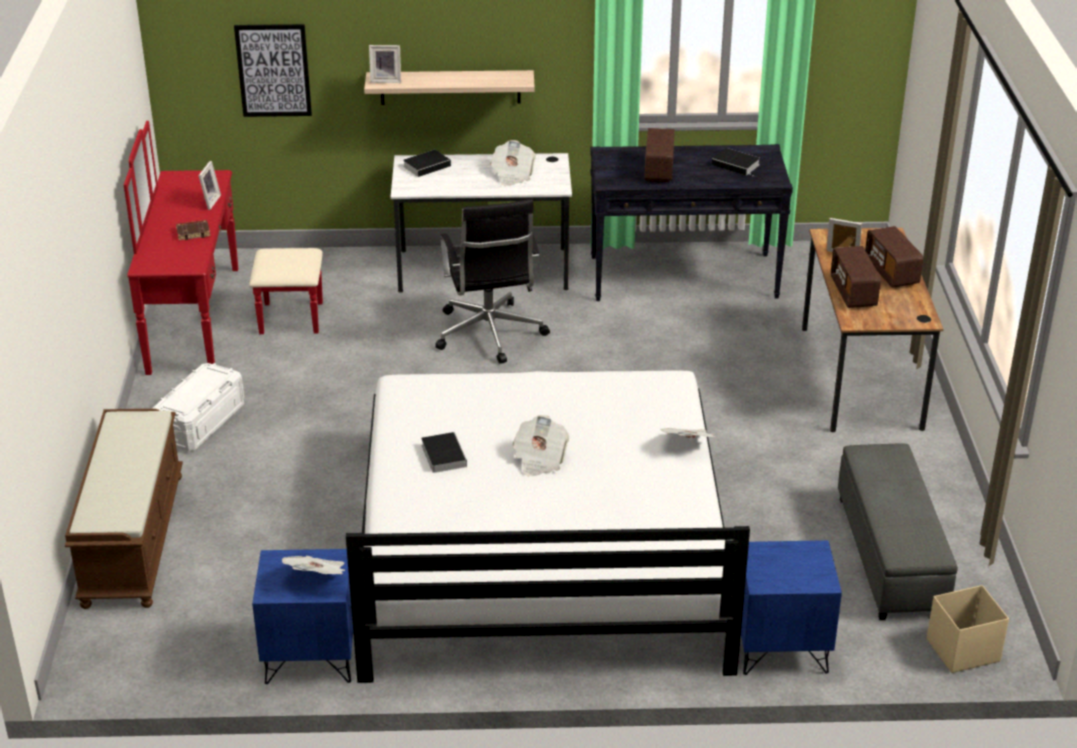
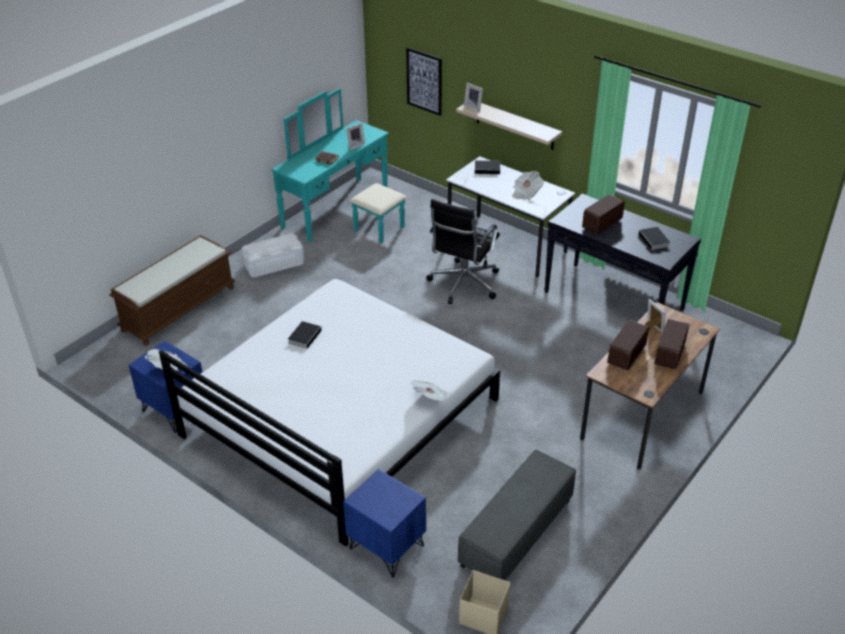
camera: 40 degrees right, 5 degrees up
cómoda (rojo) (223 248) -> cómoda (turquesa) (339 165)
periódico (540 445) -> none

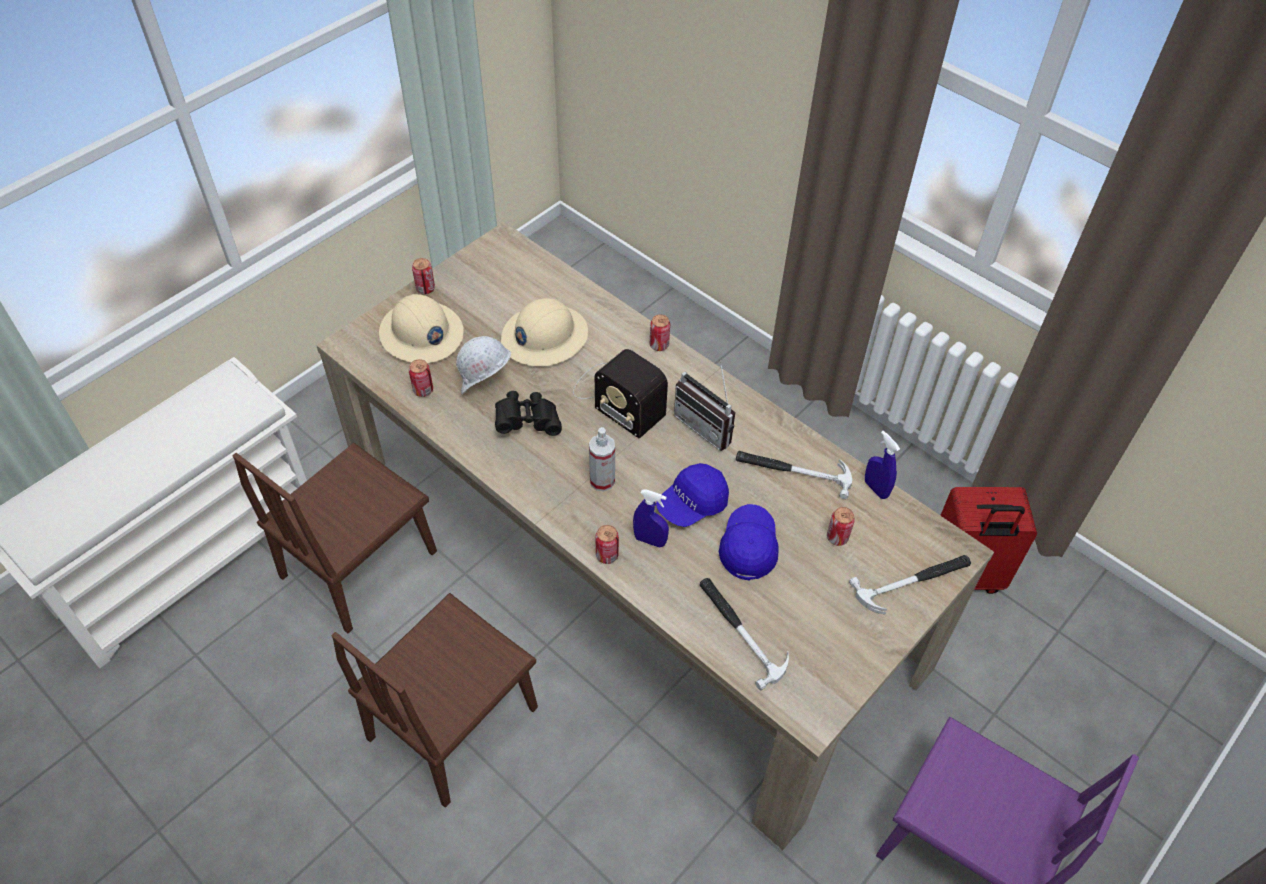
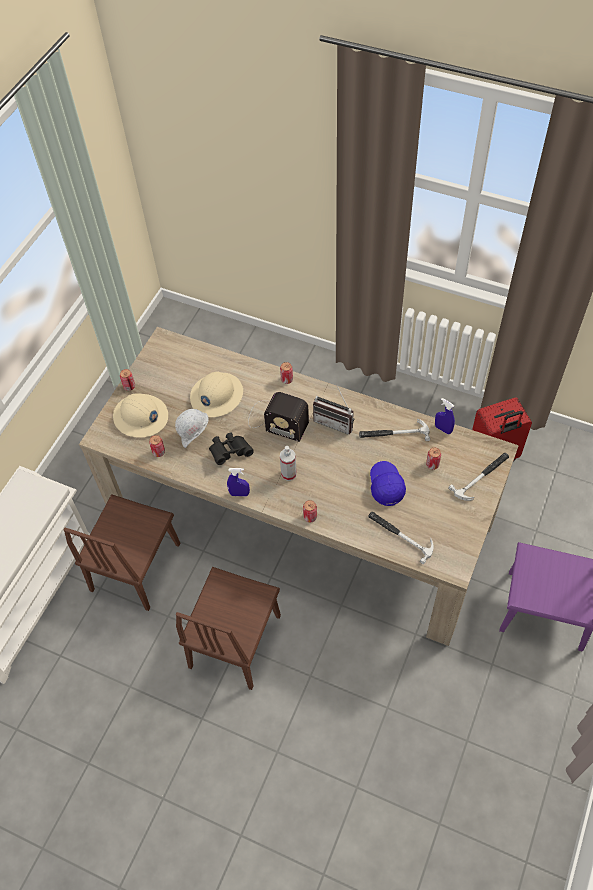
camera: 15 degrees left, 5 degrees up
gorra (azul) (692 495) -> none
pulverizador (azul) (651 518) -> pulverizador (azul) (238 482), relocated

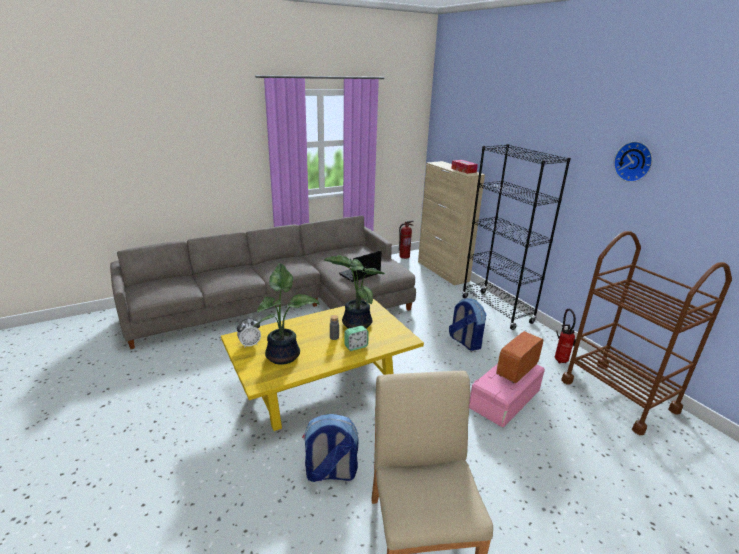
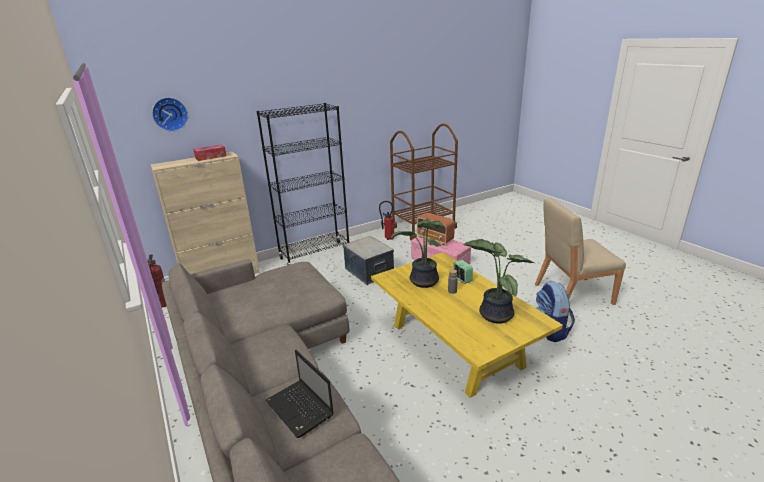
camera: 90 degrees left, 0 degrees up
reloj de pared (633 161) -> reloj de pared (170 114), relocated
portátil (360 266) -> portátil (300 394), relocated
mochila (467 324) -> caja de almacenaje (368 260)
despertador (249 333) -> none

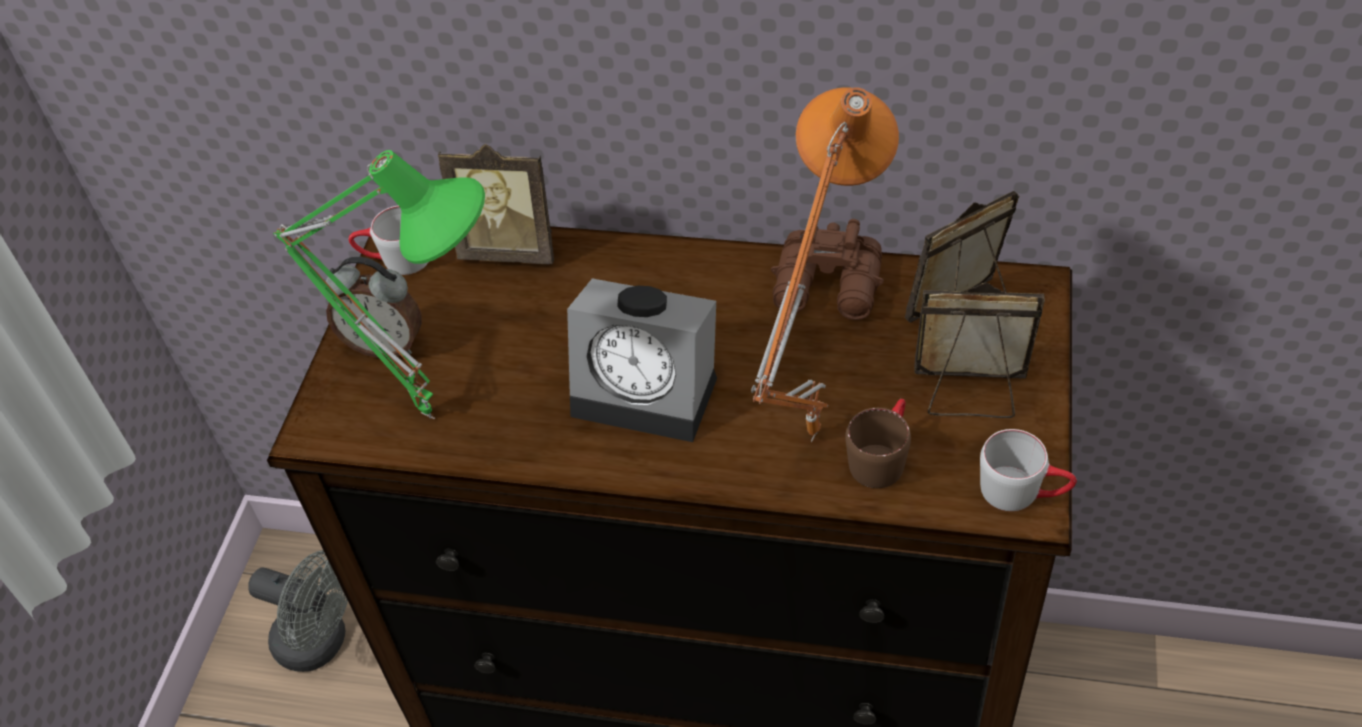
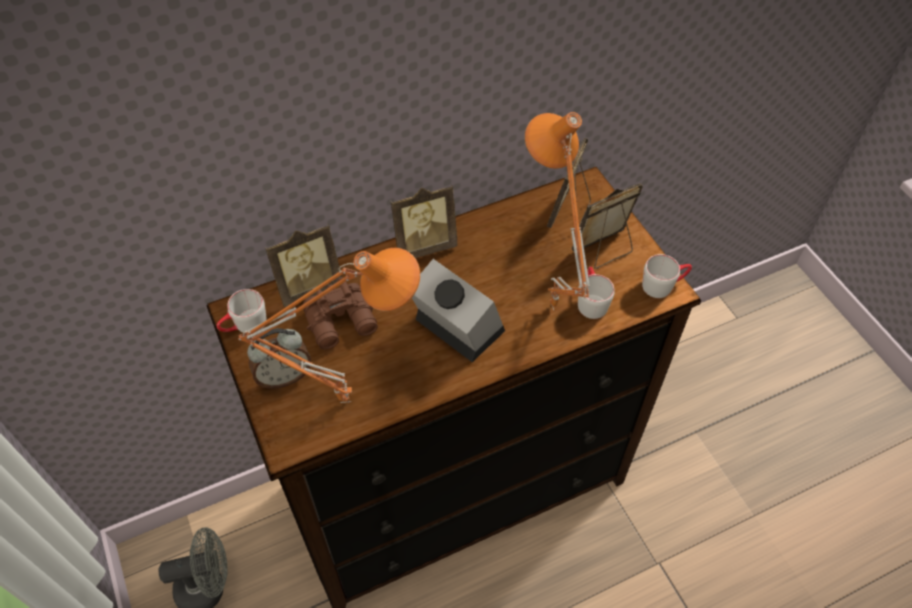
camera: 40 degrees left, 5 degrees up
lámpara de mesa (verde) (379 284) -> lámpara de mesa (naranja) (329 325)
prismáticos (marrón) (827 269) -> prismáticos (marrón) (340 313), relocated
despertador (642 360) -> despertador (458 310), 120 degrees counterclockwise
taza grande (marrón) (878 443) -> taza grande (gris) (596 293)
none -> portarretratos (424 221)

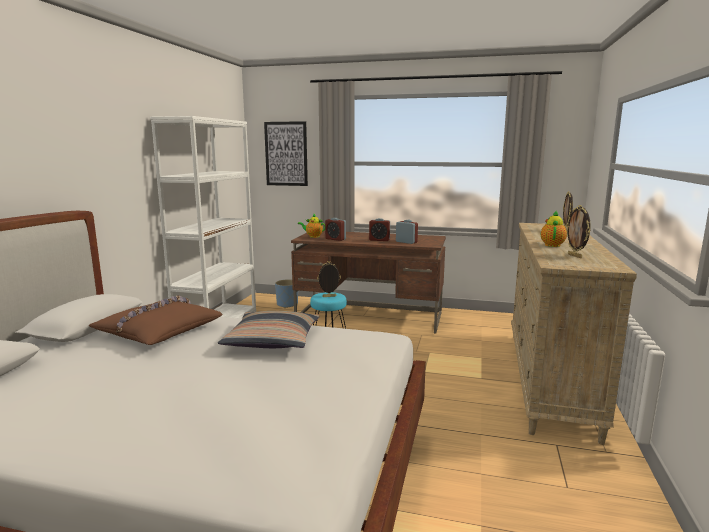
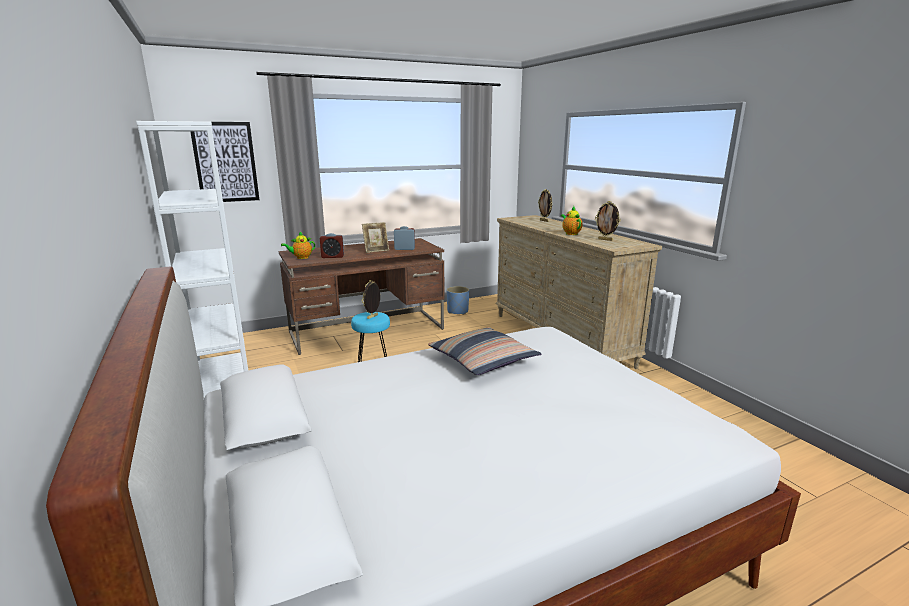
camera: 40 degrees left, 5 degrees up
despertador (379 229) -> portarretratos (375 237)
maceta (azul) (286 293) -> maceta (azul) (457 300), relocated
cojín (marrón) (155 320) -> none

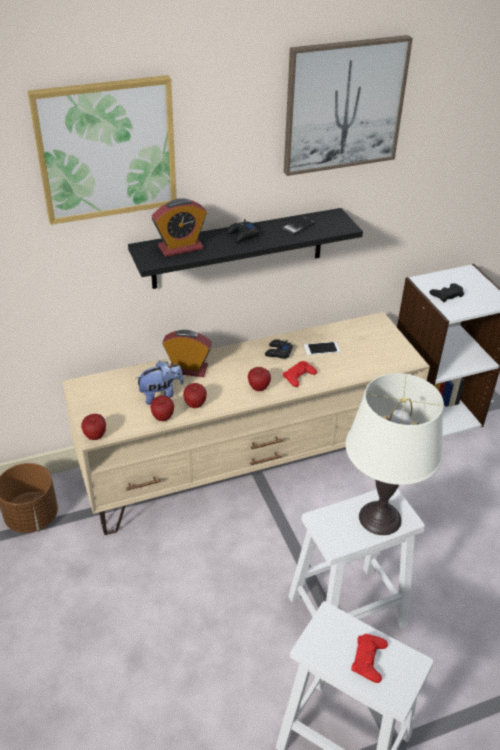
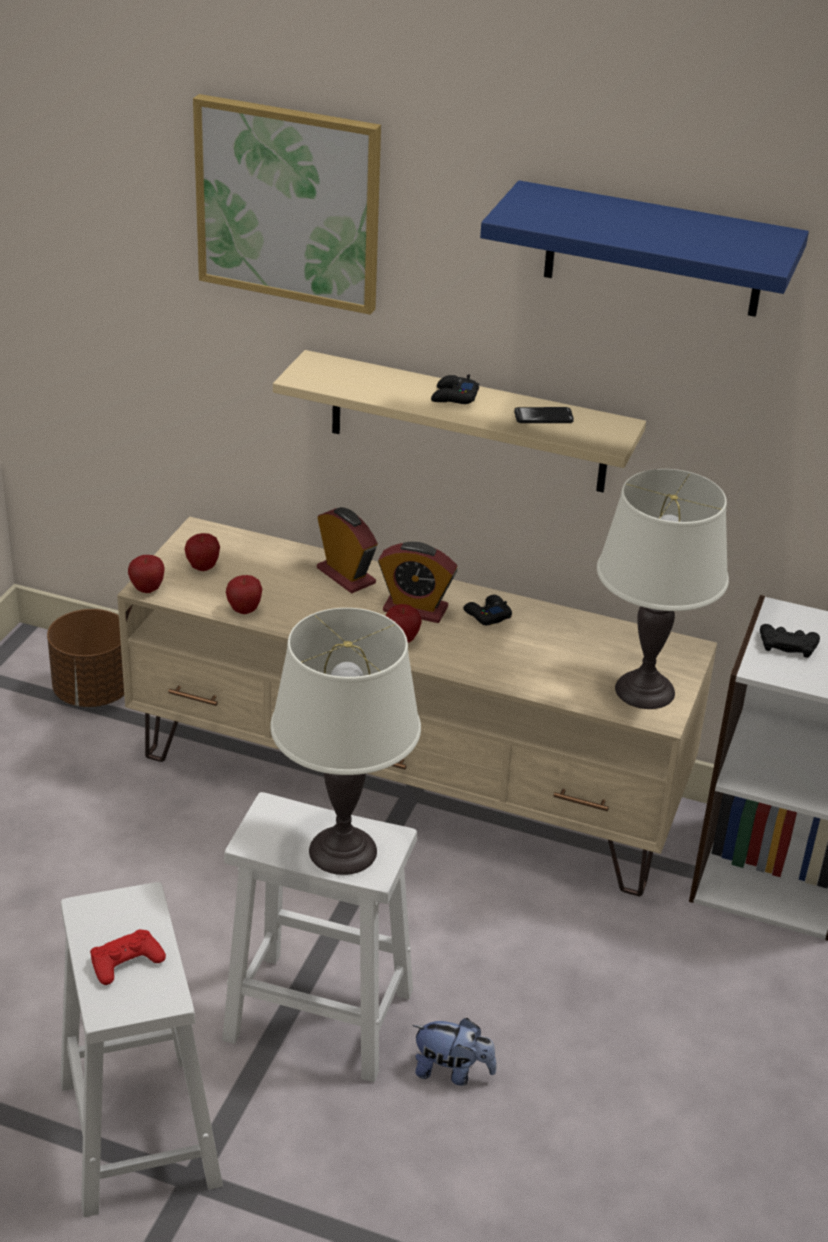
camera: 40 degrees right, 5 degrees down
cuadro (348 105) -> estante (azul) (644 248)
despertador (179 227) -> despertador (417 582), relocated
estante (negro) (245 248) -> estante (beis) (459 421)
móvil (322 348) -> none
peluche (159 382) -> peluche (454 1052), relocated
mando de consola (rojo) (299 374) -> none
manzana (195 395) -> manzana (202 552), relocated
none -> lámpara de mesa (blanco) (663 589)

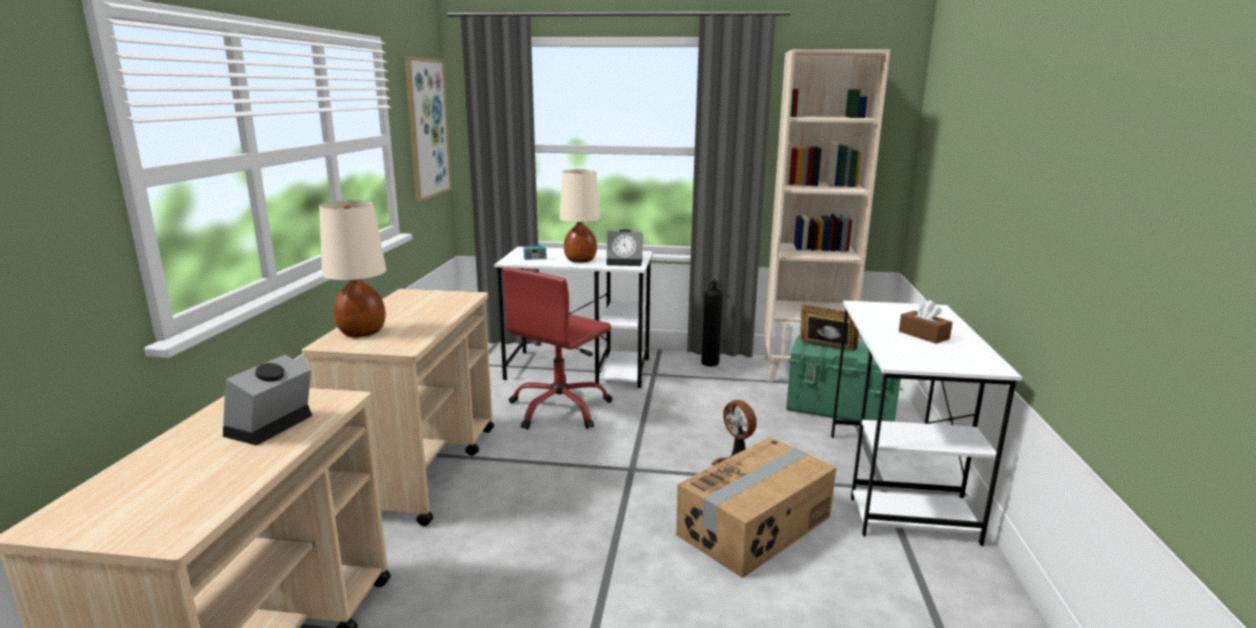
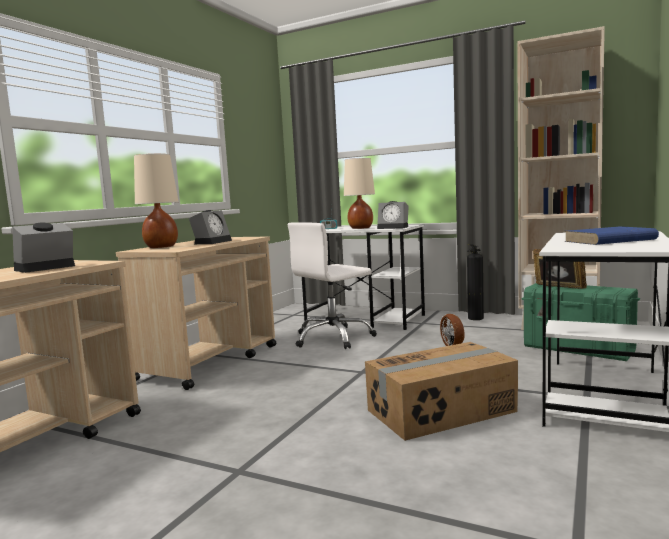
camera: 20 degrees right, 10 degrees down
cuadro (428 129) -> none
silla de oficina (rojo) (557 348) -> silla de oficina (blanco) (332 285)
caja de pañuelos (marrón) (926 322) -> libro (azul) (611 235)
none -> despertador (210 227)

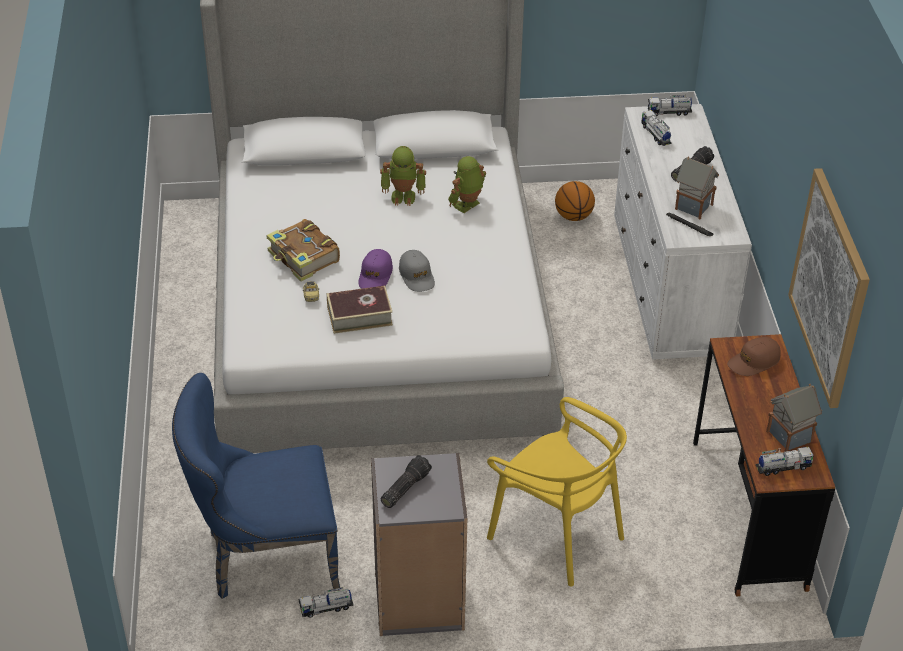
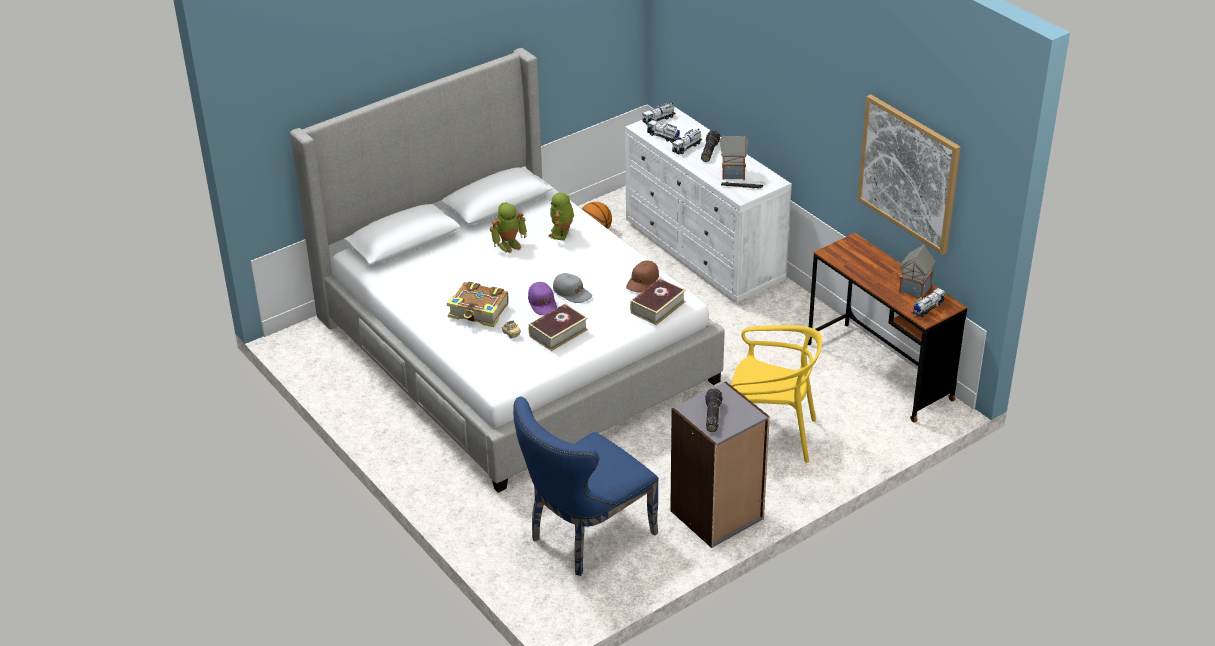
camera: 30 degrees left, 5 degrees down
gorra (marrón) (754 356) -> gorra (marrón) (642 276), relocated
camión de juguete (326 602) -> camión de juguete (687 141), relocated
none -> libro (658 301)

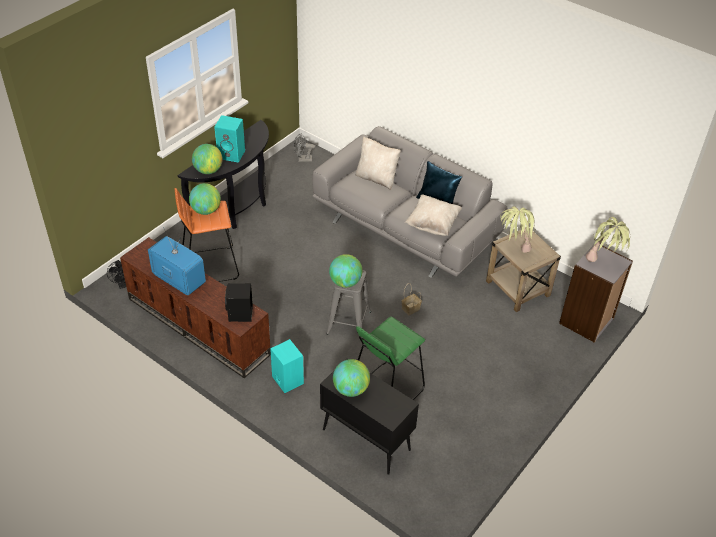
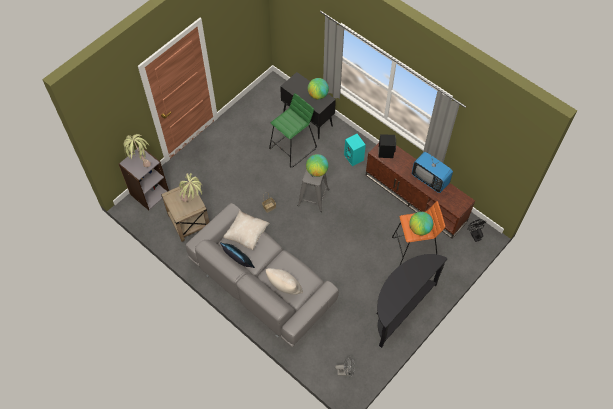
camera: 175 degrees left, 15 degrees up
altavoz (turquesa) (229 139) -> none
globo terráqueo (207 159) -> none

